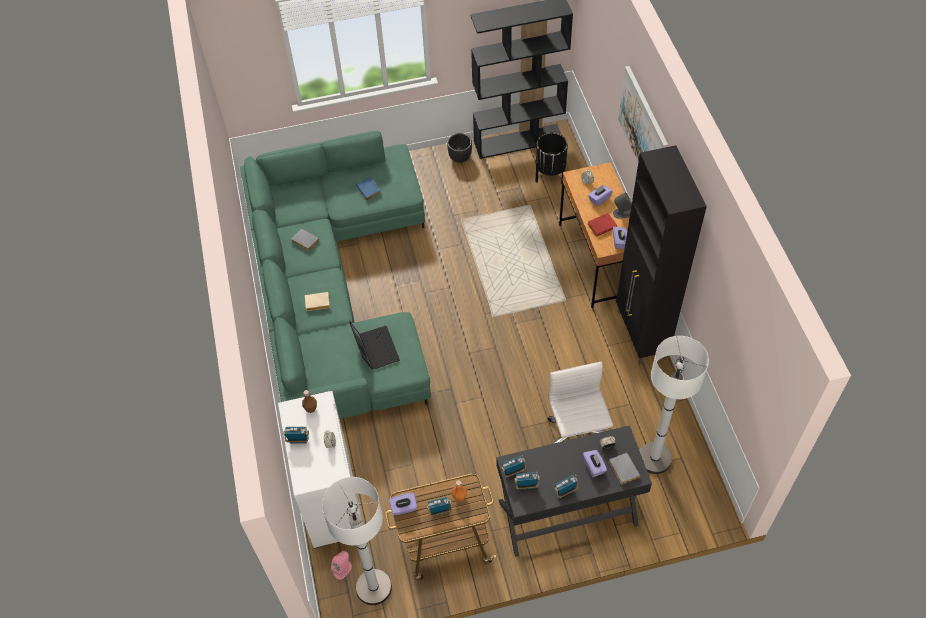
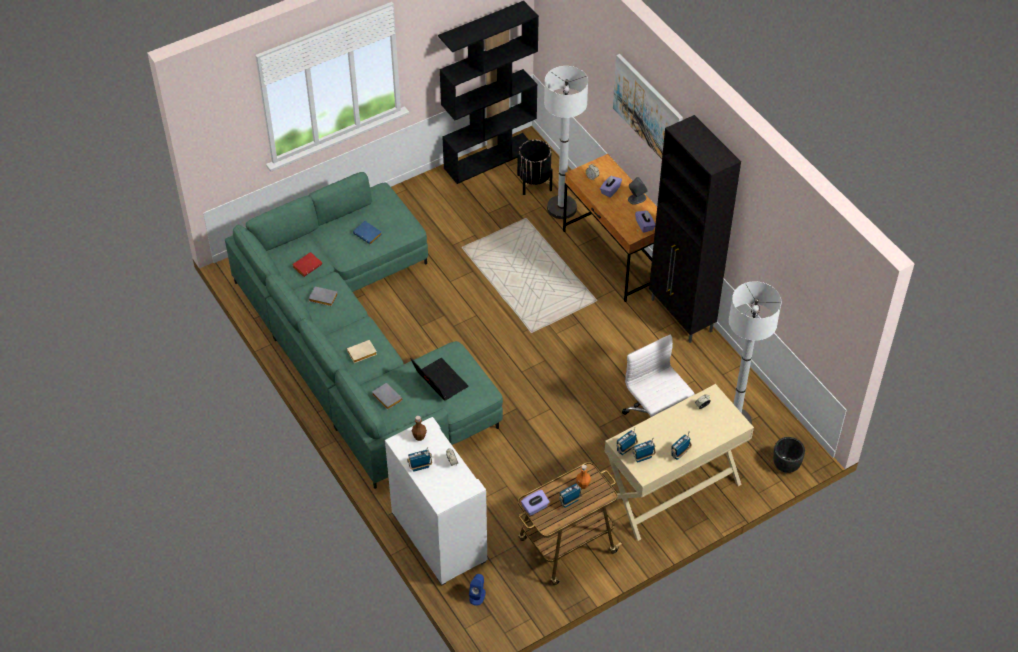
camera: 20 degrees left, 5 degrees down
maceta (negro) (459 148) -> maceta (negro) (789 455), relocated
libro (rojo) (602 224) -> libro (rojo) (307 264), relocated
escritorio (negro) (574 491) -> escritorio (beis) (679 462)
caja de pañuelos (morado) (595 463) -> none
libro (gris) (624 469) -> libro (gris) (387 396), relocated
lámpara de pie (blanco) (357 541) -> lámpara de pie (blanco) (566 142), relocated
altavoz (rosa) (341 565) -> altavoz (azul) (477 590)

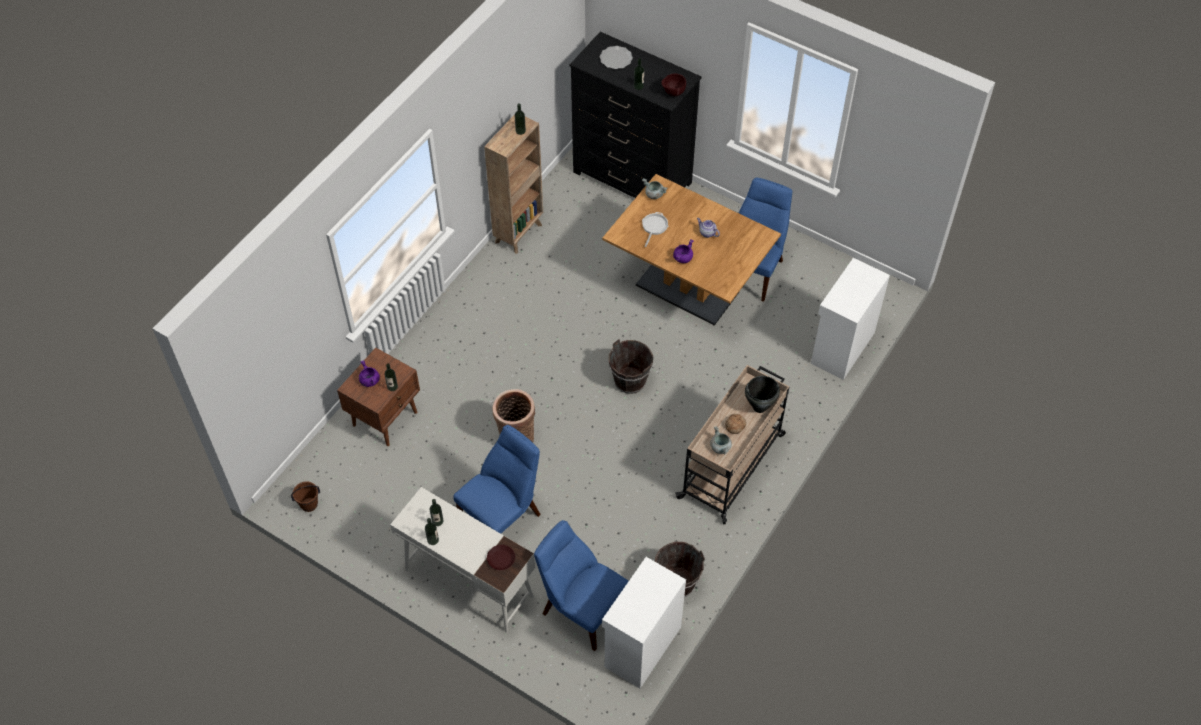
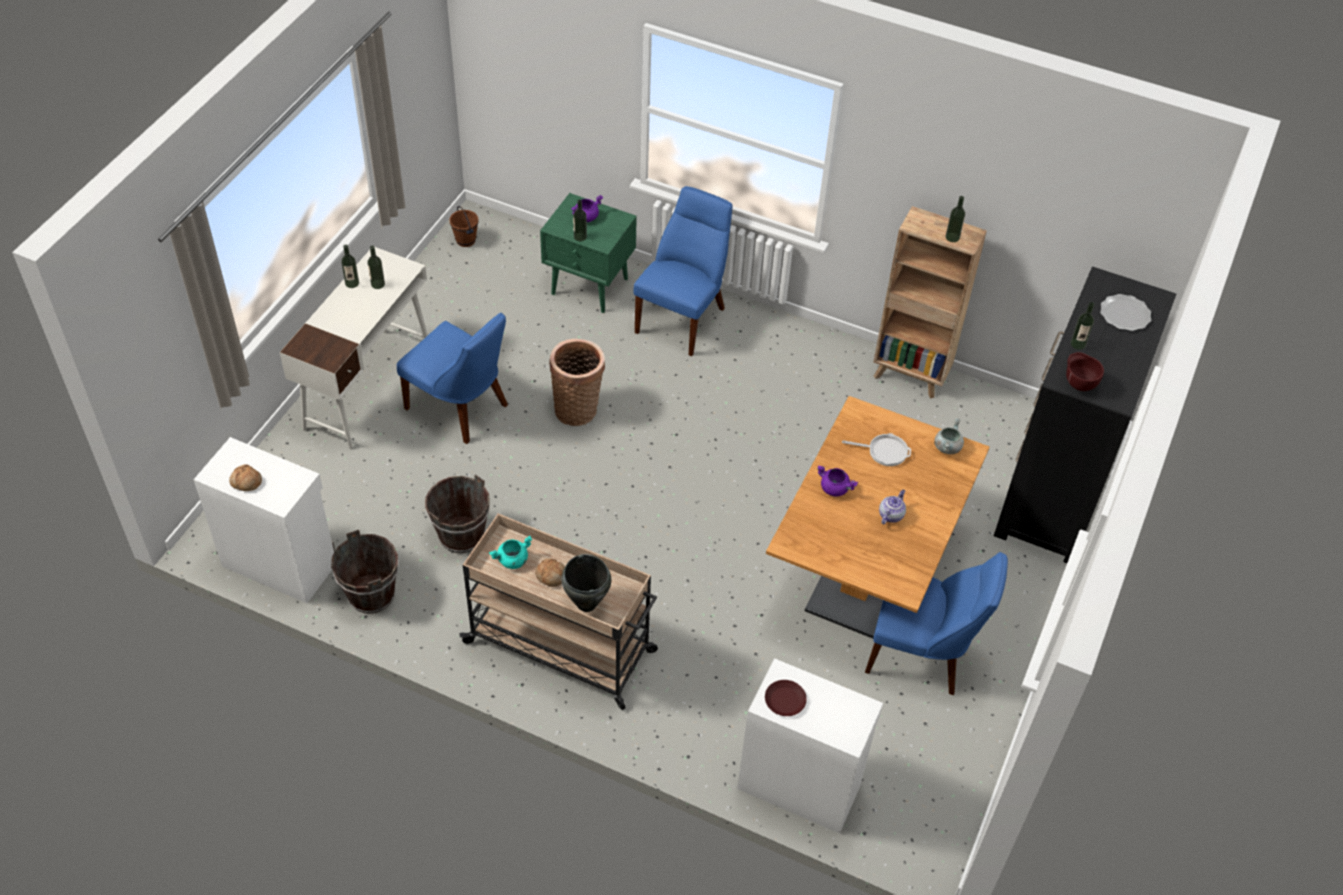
camera: 80 degrees right, 5 degrees down
cubo (marrón) (630 366) -> cubo (marrón) (457 513), relocated
mesita de noche (marrón) (378 396) -> mesita de noche (verde) (588 253)
olla (gris) (721 440) -> olla (turquesa) (510 552)
silla (azul) (581 585) -> silla (azul) (682 271), relocated
plato (marrón) (501 557) -> plato (marrón) (786 698), relocated
none -> pan (245 478)

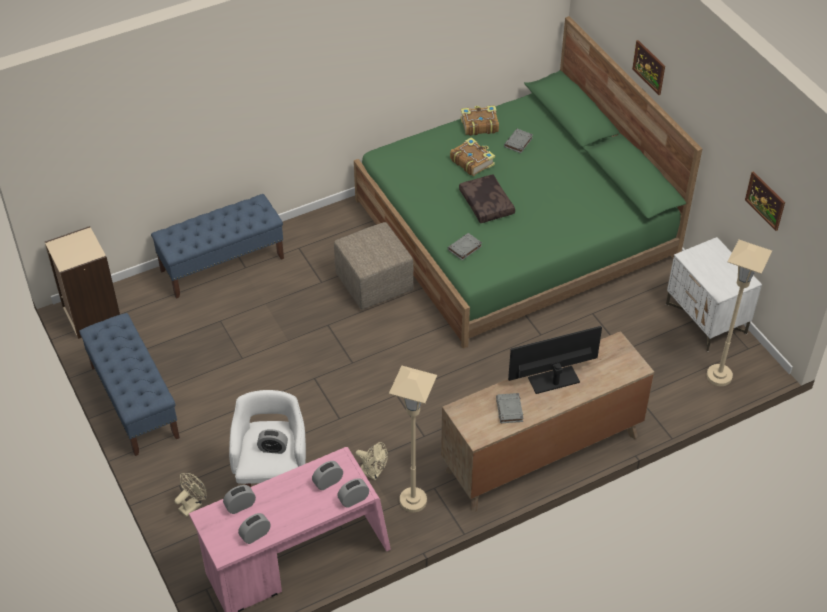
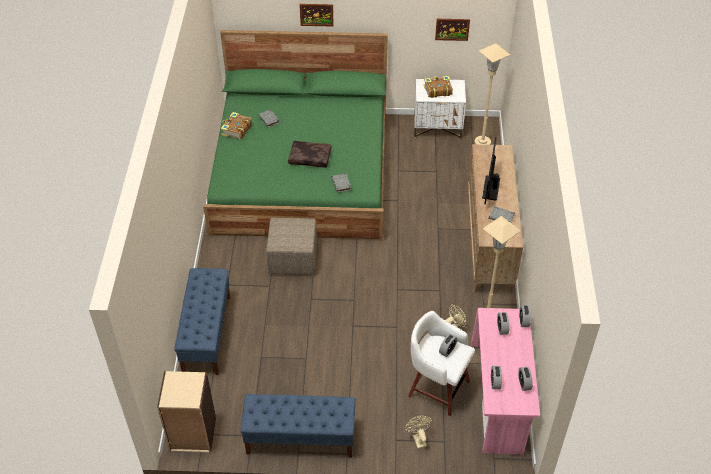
camera: 60 degrees left, 0 degrees up
libro (472 156) -> libro (438 87), relocated

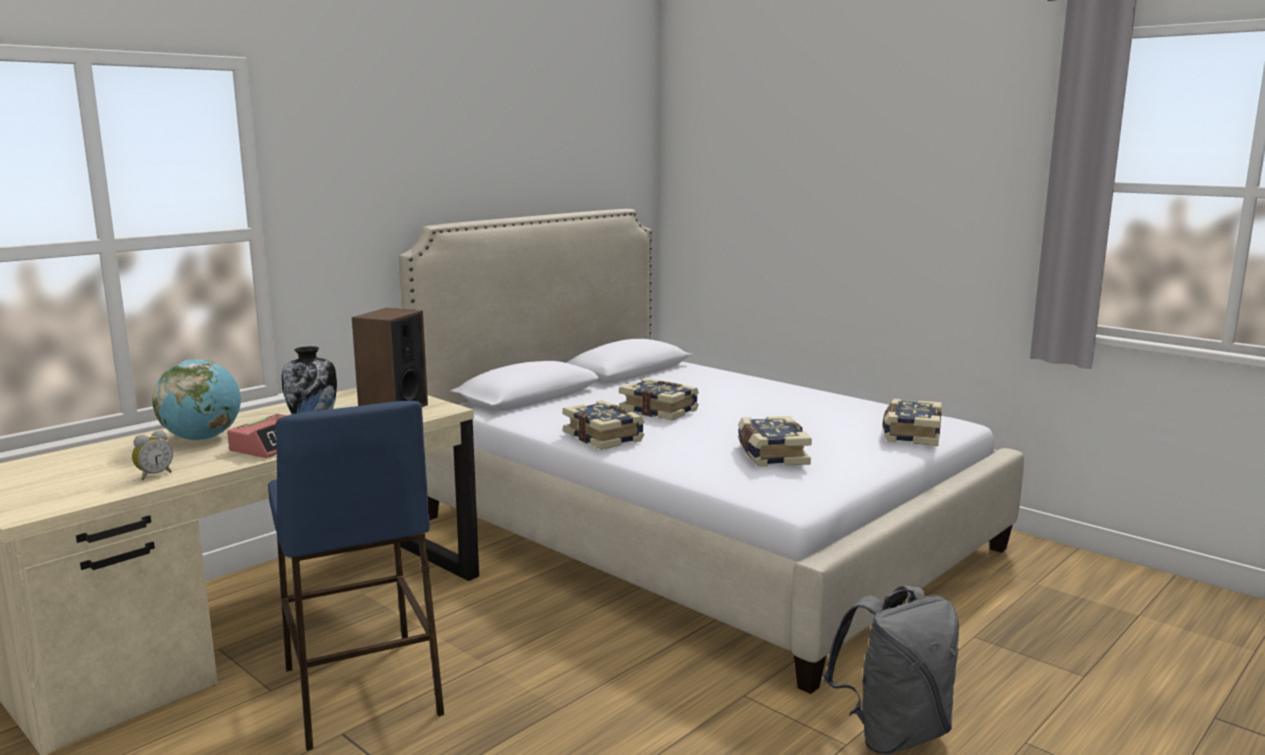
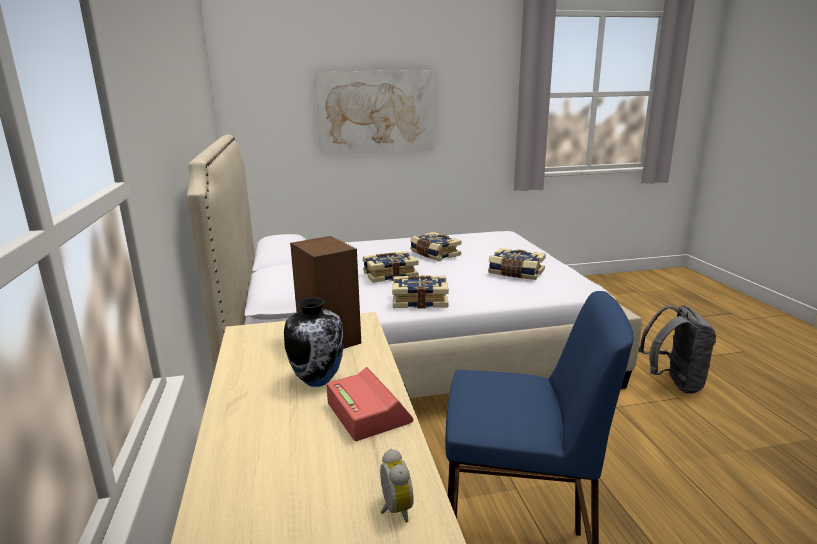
camera: 55 degrees left, 5 degrees up
globo terráqueo (196 400) -> none
libro (912 422) -> libro (435 246), relocated
none -> cuadro (374 112)

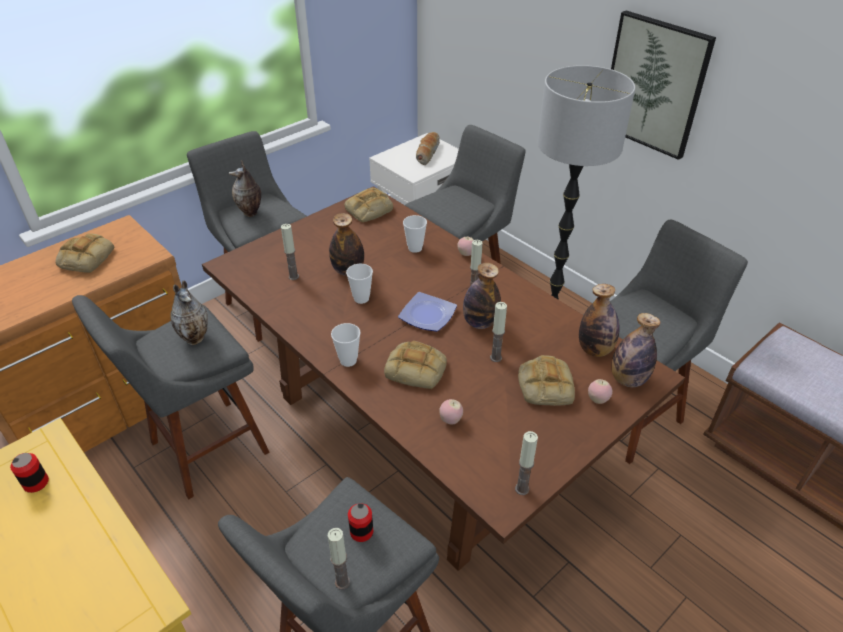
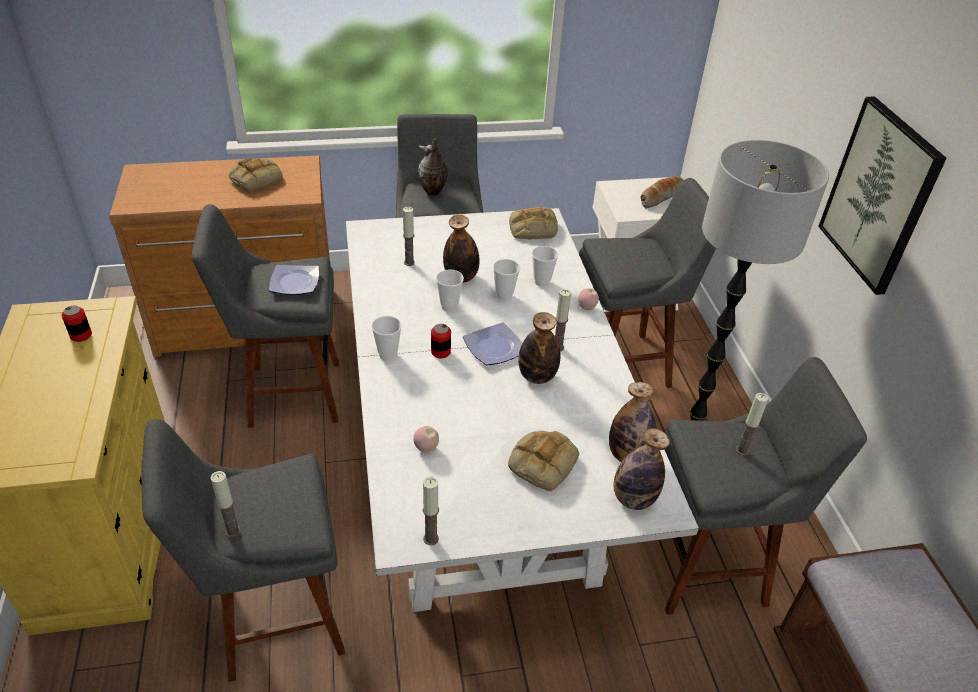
camera: 30 degrees right, 0 degrees up
mesa de comedor (marrón) (443 378) -> mesa de comedor (blanco) (522 410)
florero (189 313) -> plato (294 280)
vela (498 332) -> vela (751 424), relocated
pan (415 365) -> none
manzana (600 391) -> none
lata (360 522) -> lata (441 341), relocated
none -> taza (506 280)

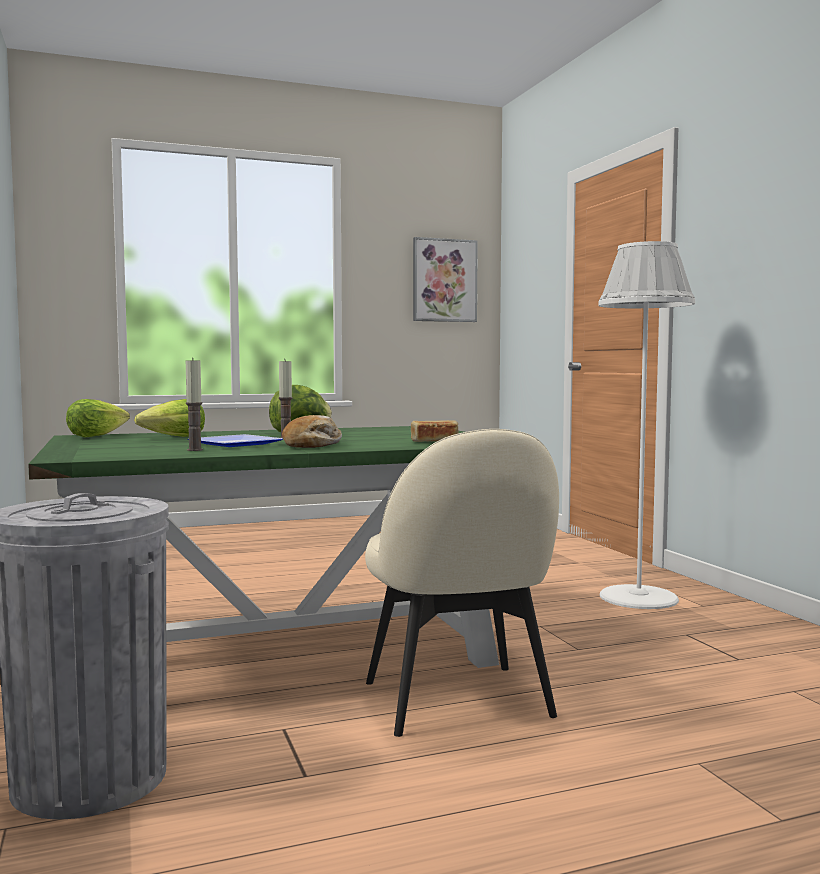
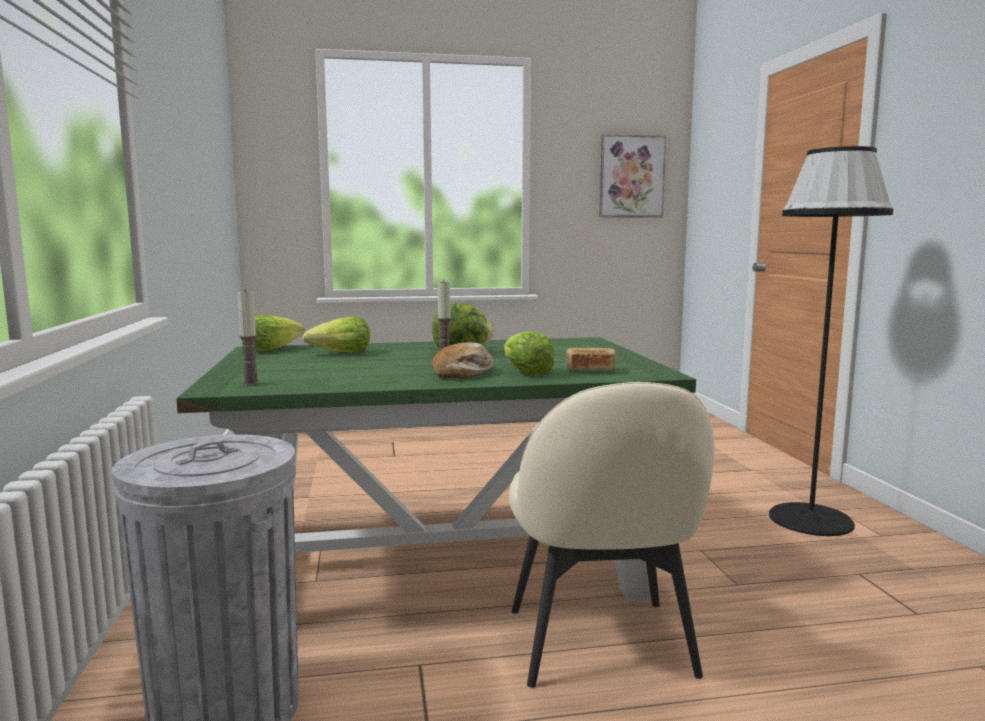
camera: 10 degrees right, 5 degrees up
lámpara de pie (blanco) (647 425) -> lámpara de pie (negro) (831 341)
vela (194 404) -> vela (249 337), relocated
plato (235 440) -> none
none -> lechuga (529 353)

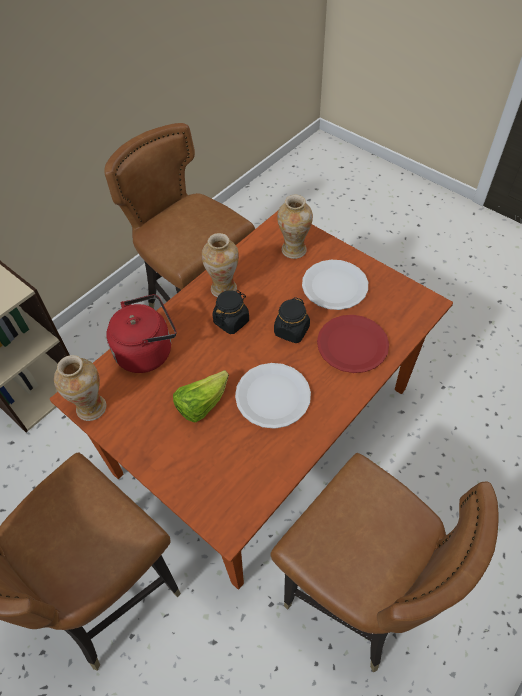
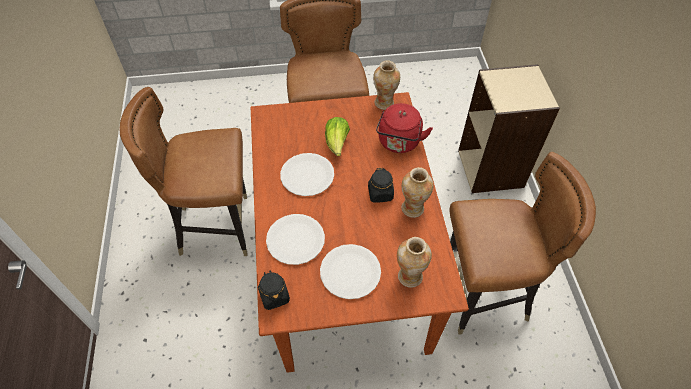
camera: 130 degrees right, 0 degrees up
tarro (negro) (292 320) -> tarro (negro) (274 290), relocated
plato (rojo) (353 344) -> plato (blanco) (295 239)

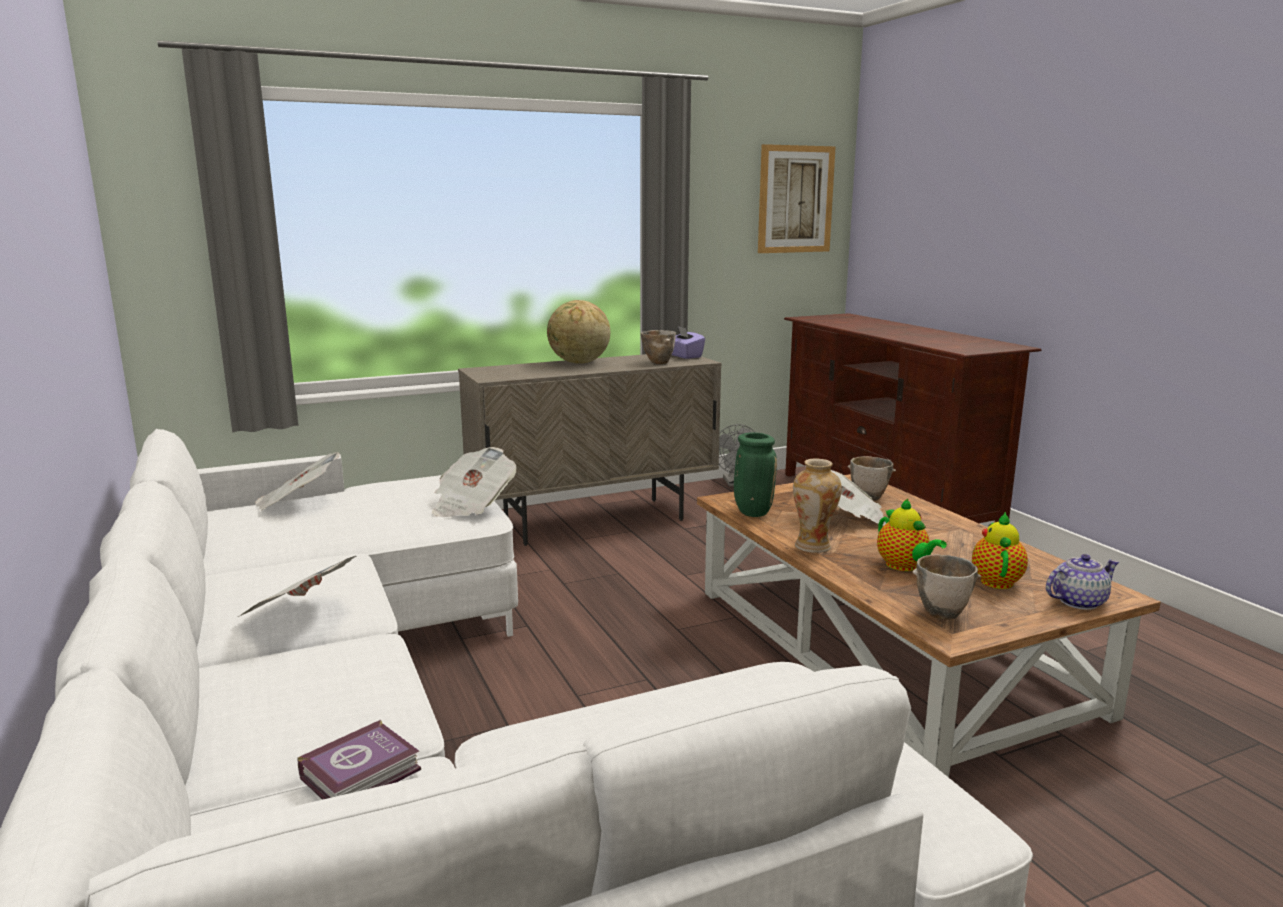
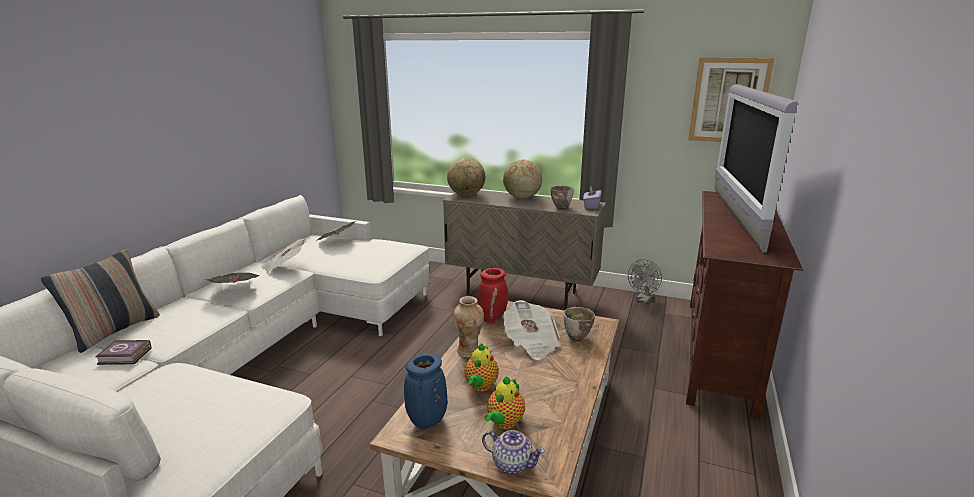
camera: 45 degrees right, 5 degrees up
florero (verde) (755 474) -> florero (rojo) (493 295)
periódico (474 482) -> periódico (284 255), relocated
tetera (1000 550) -> tetera (504 402), 150 degrees clockwise
cuenco (946 586) -> florero (azul) (425 391)
none -> televisor (756 168)
none -> globo terráqueo (466 176)
none -> cojín (100 301)

